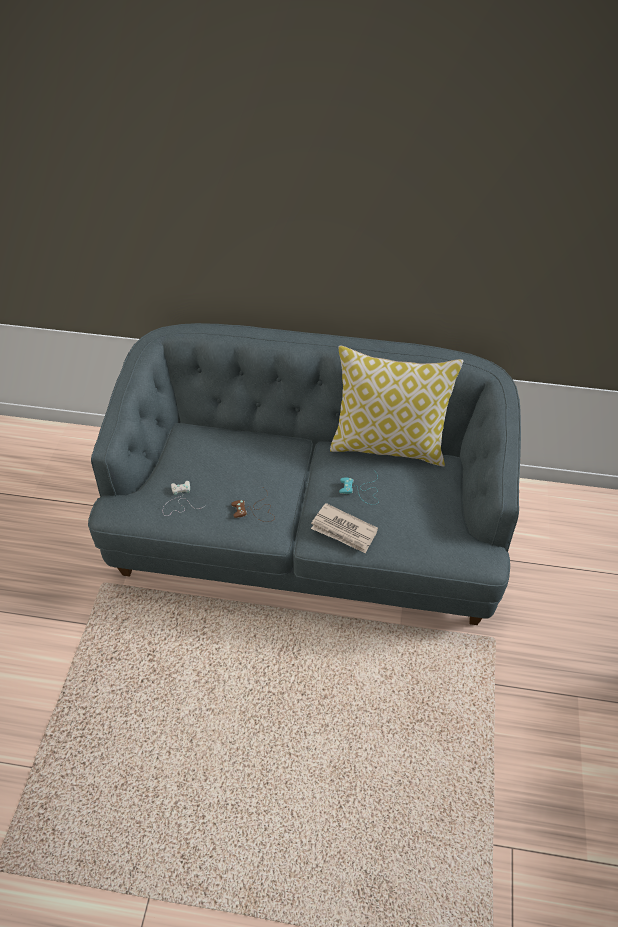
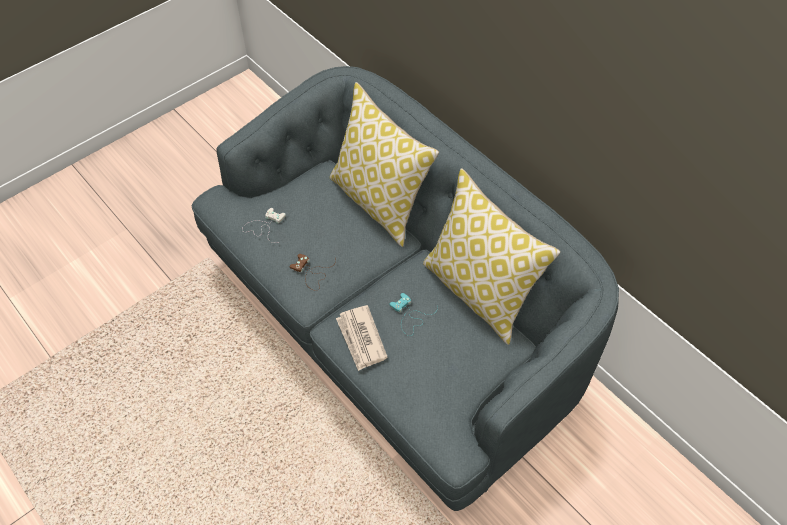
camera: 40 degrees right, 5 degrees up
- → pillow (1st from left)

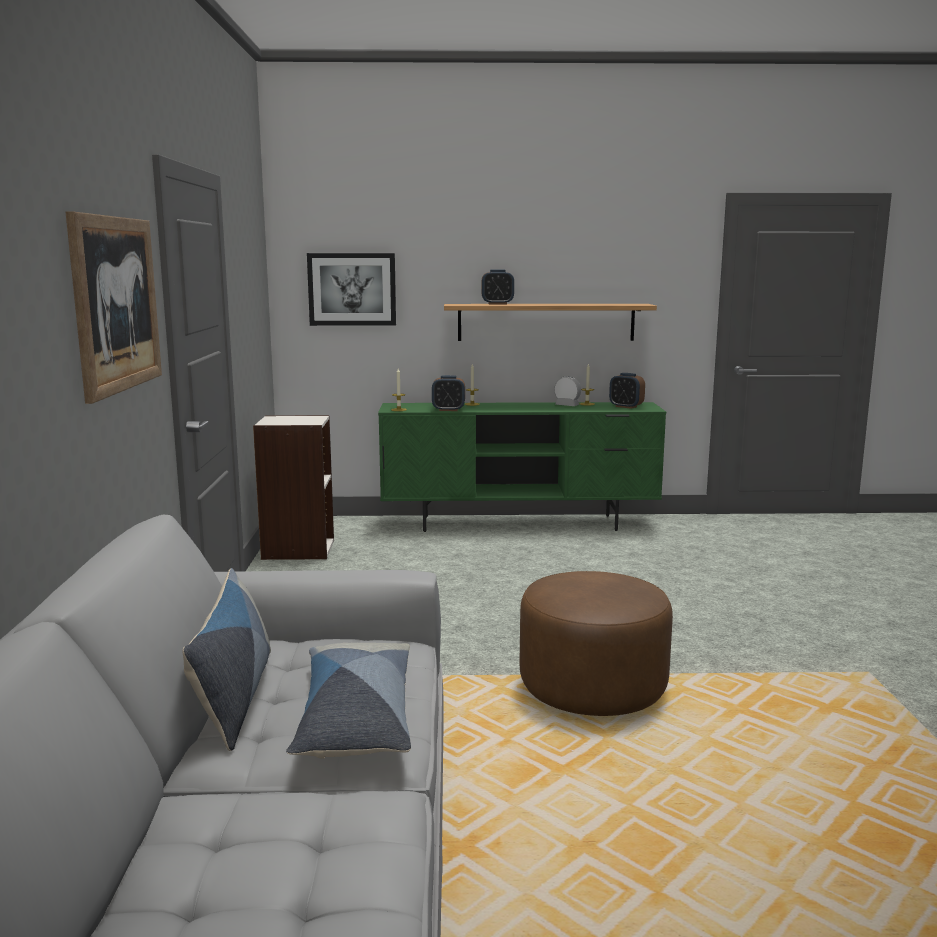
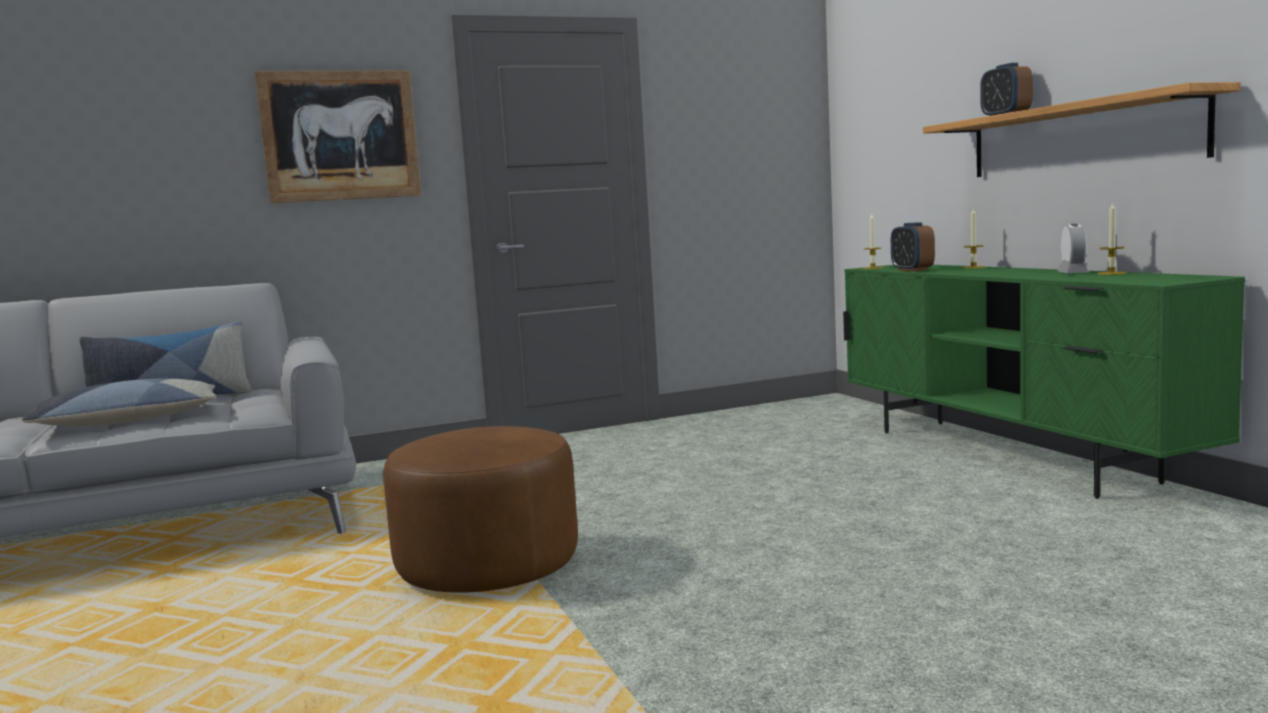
camera: 70 degrees right, 5 degrees down
bookcase → -
picture (2nd from left) → -
alarm clock (4th from left) → -

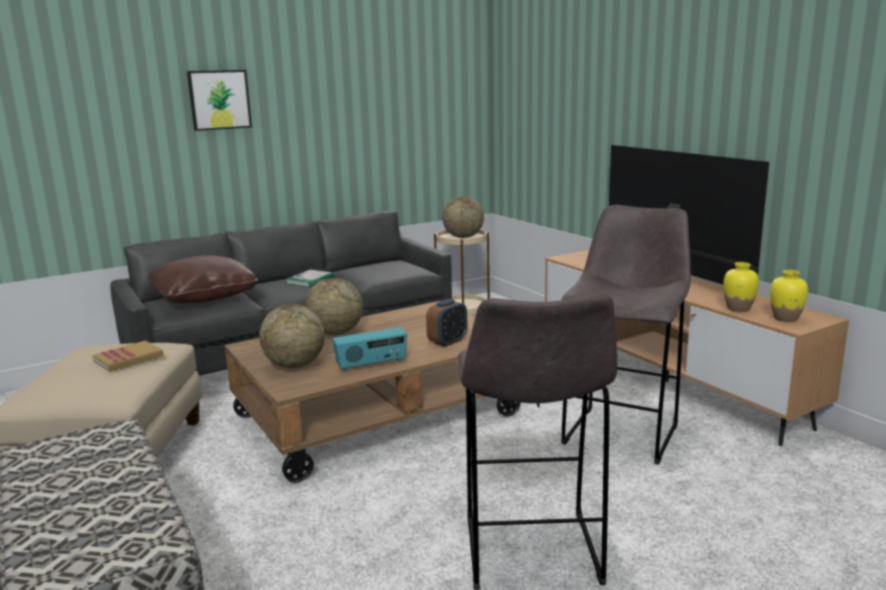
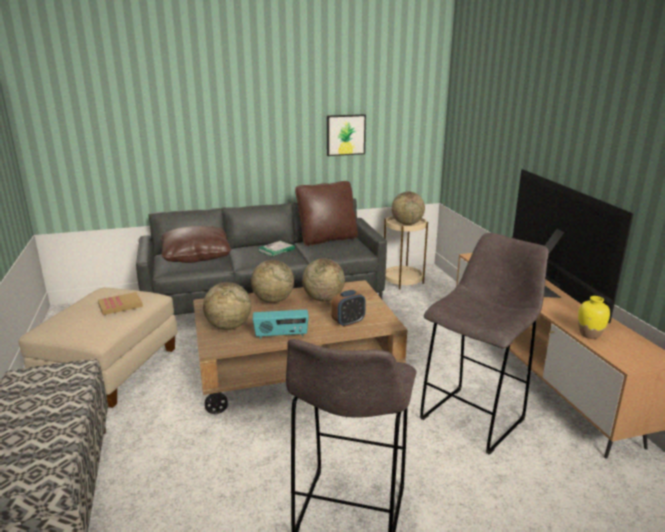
camera: 15 degrees right, 5 degrees up
- → brown pillow (2nd from left)
- → globe (3rd from left)
picture, move
yellow vase (2nd from left) → -

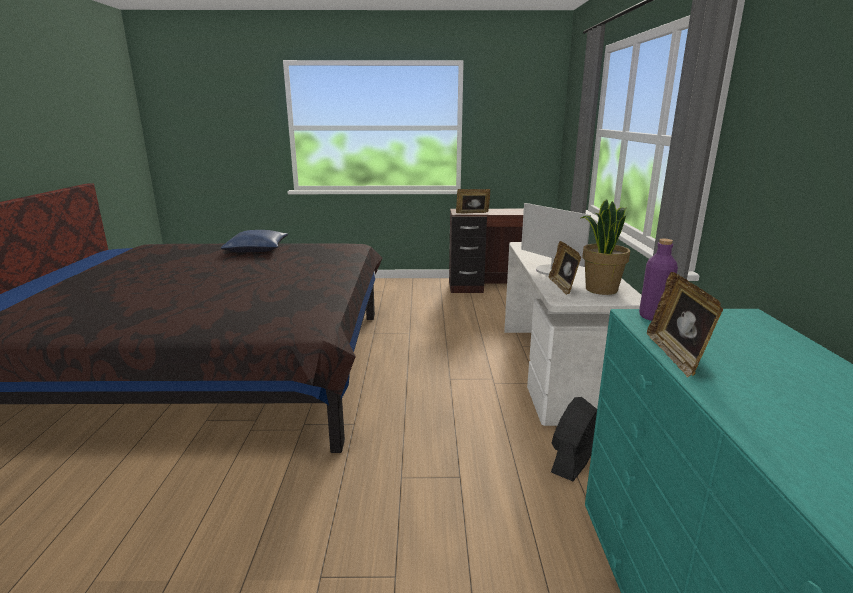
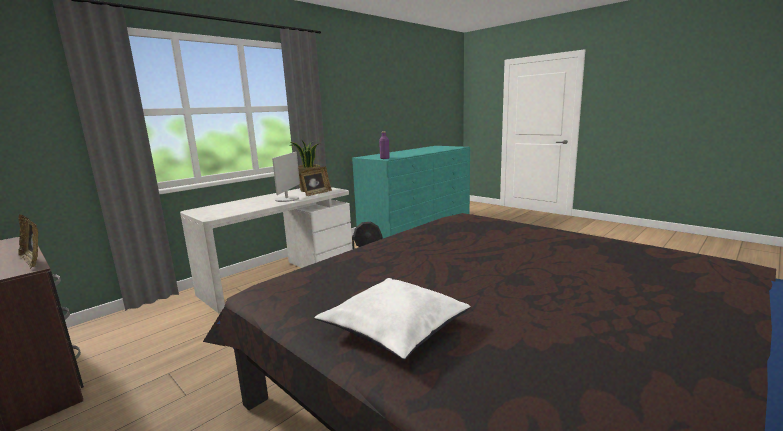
camera: 135 degrees left, 5 degrees down
blue pillow → white pillow
picture frame (3rd from left) → -

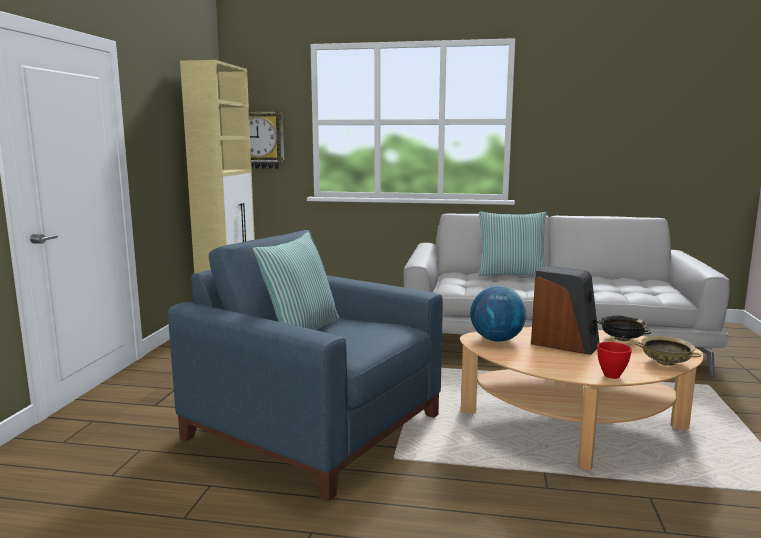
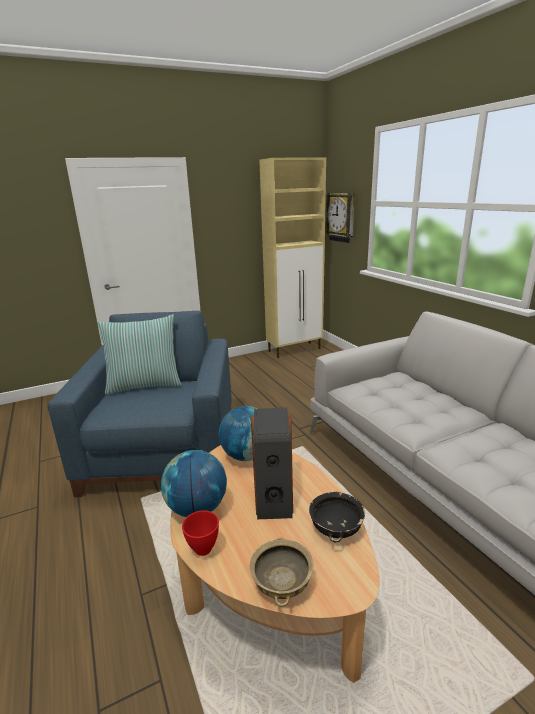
camera: 55 degrees right, 10 degrees up
- → globe (1st from left)
pillow (2nd from left) → -

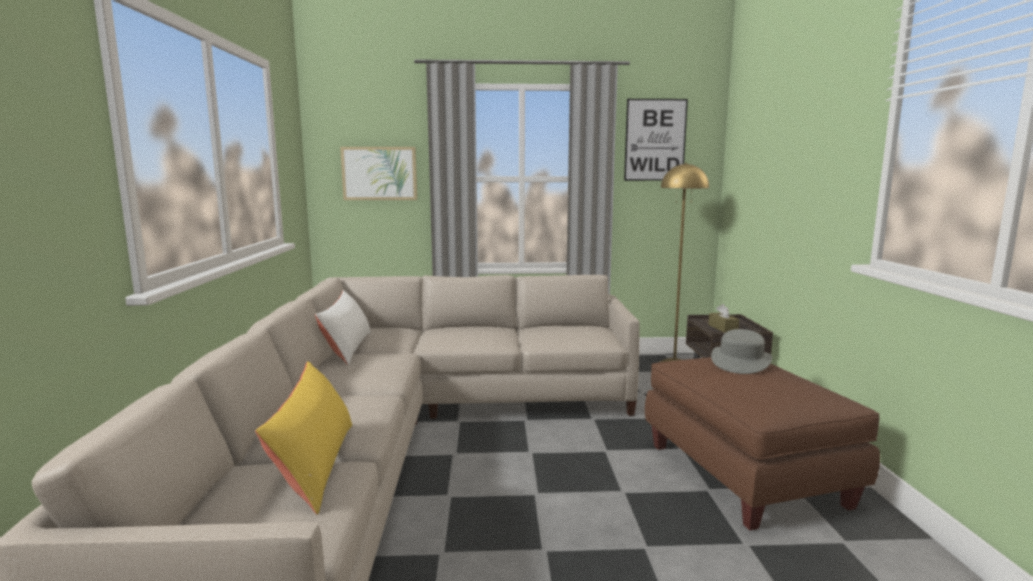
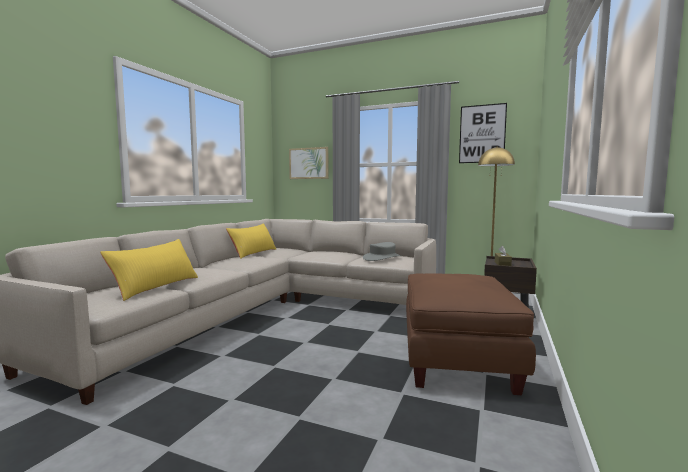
camera: 25 degrees right, 5 degrees down
white pillow → yellow pillow (2nd from left)
grey hat, move

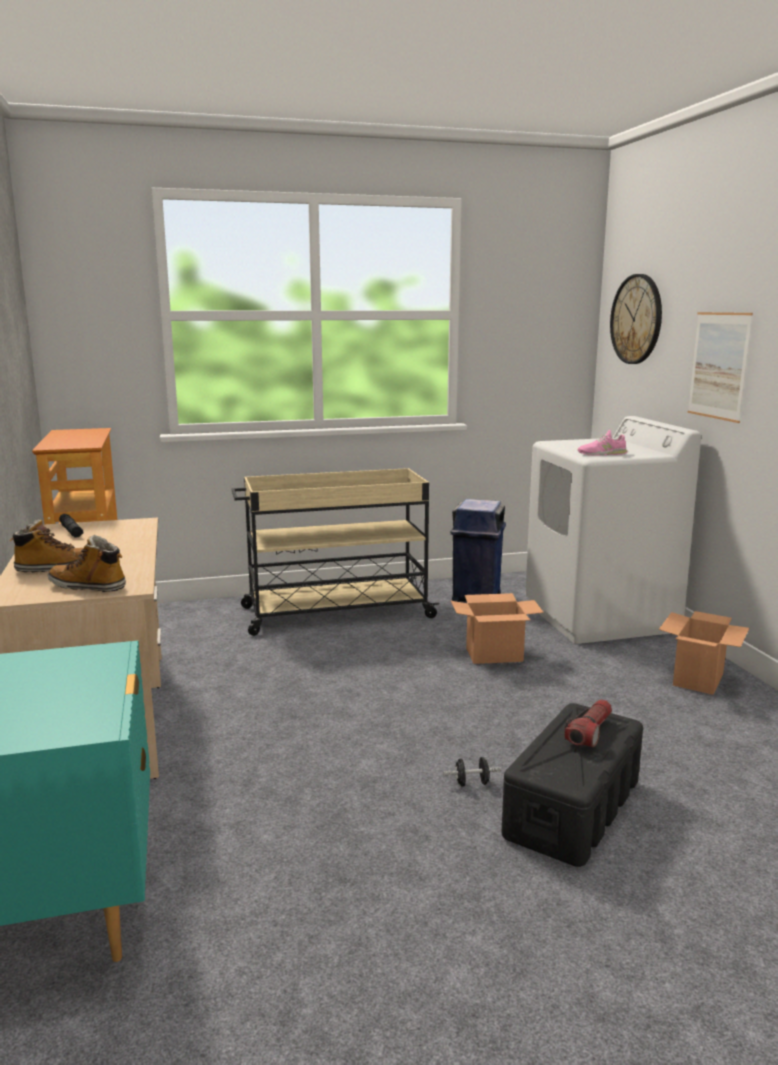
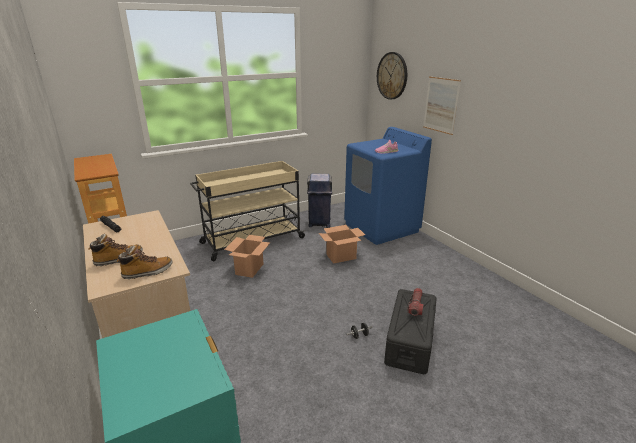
camera: 15 degrees left, 10 degrees up
boot (2nd from left), 150 degrees clockwise
cardboard box (2nd from left in the first image) → cardboard box (1st from left), move
white washing machine → blue washing machine

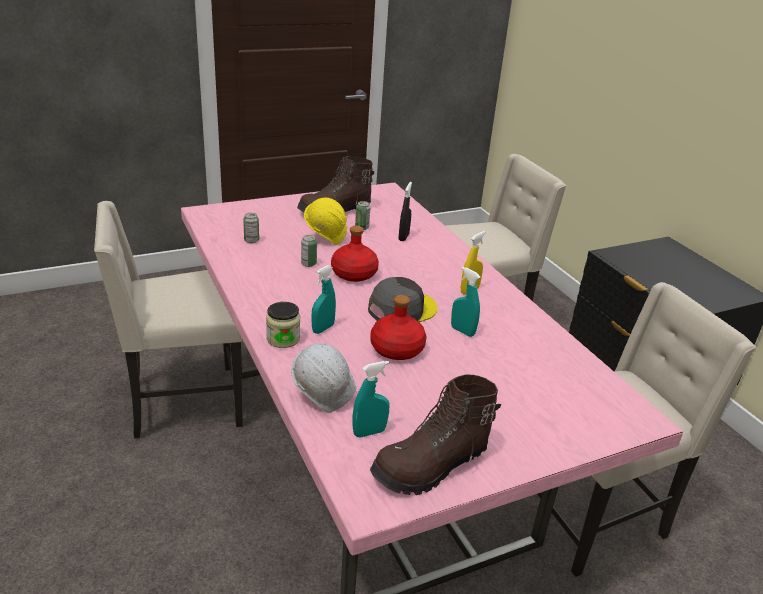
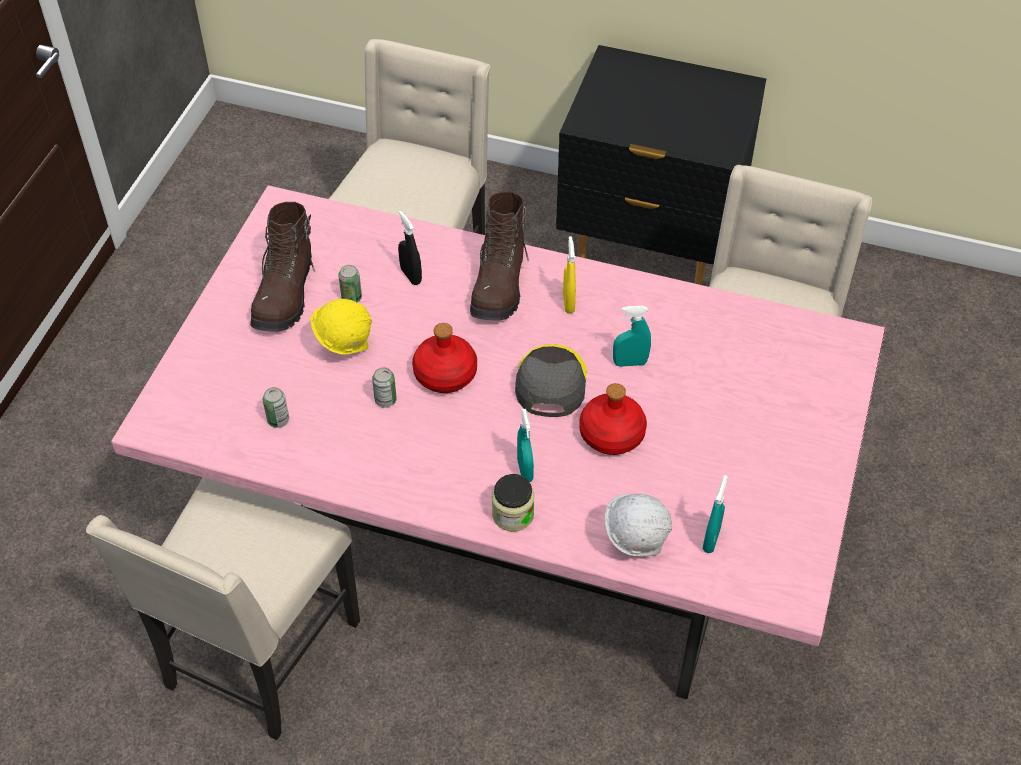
camera: 45 degrees left, 20 degrees up
brown boot (2nd from left), move

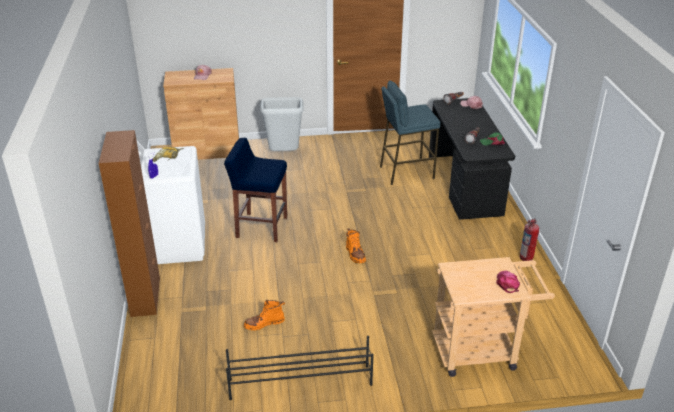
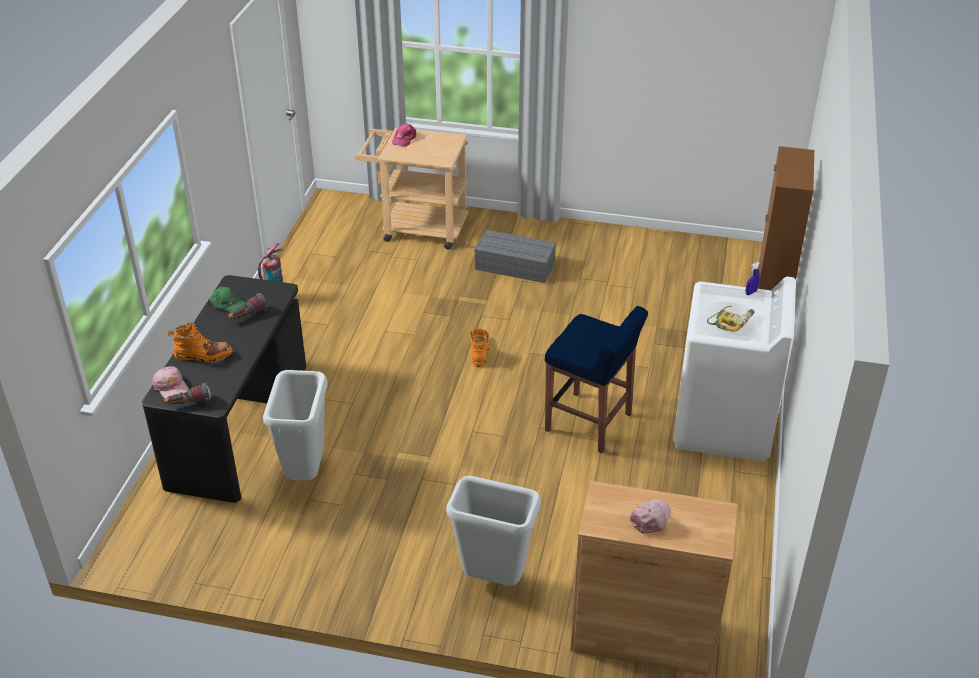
camera: 160 degrees left, 5 degrees up
orange boot (1st from left), move
blue stool (2nd from left) → grey trash can (1st from left)
- → grey storage box
black shoe rack → -

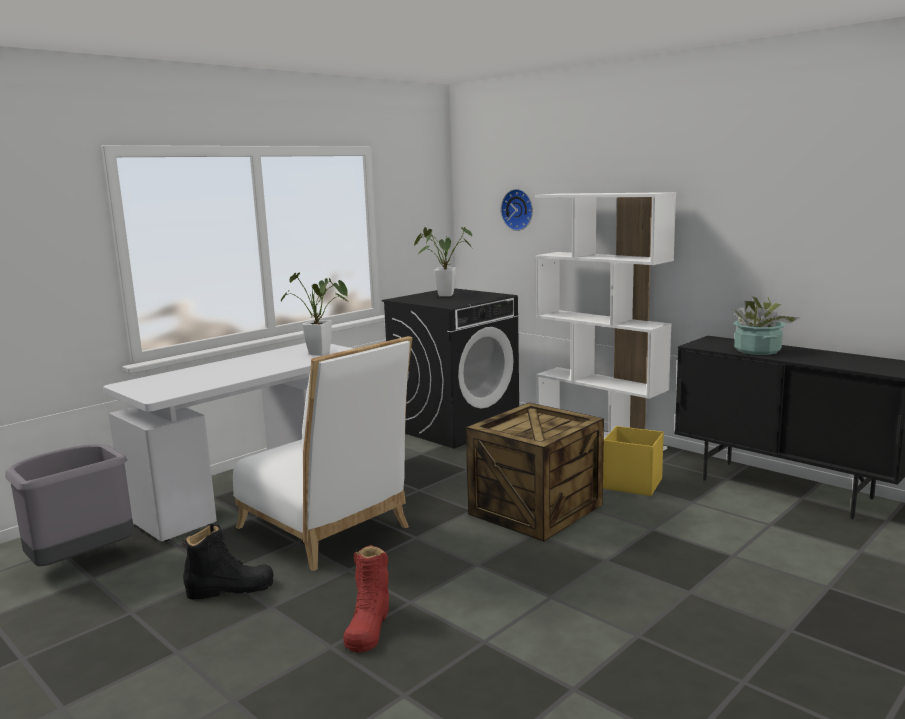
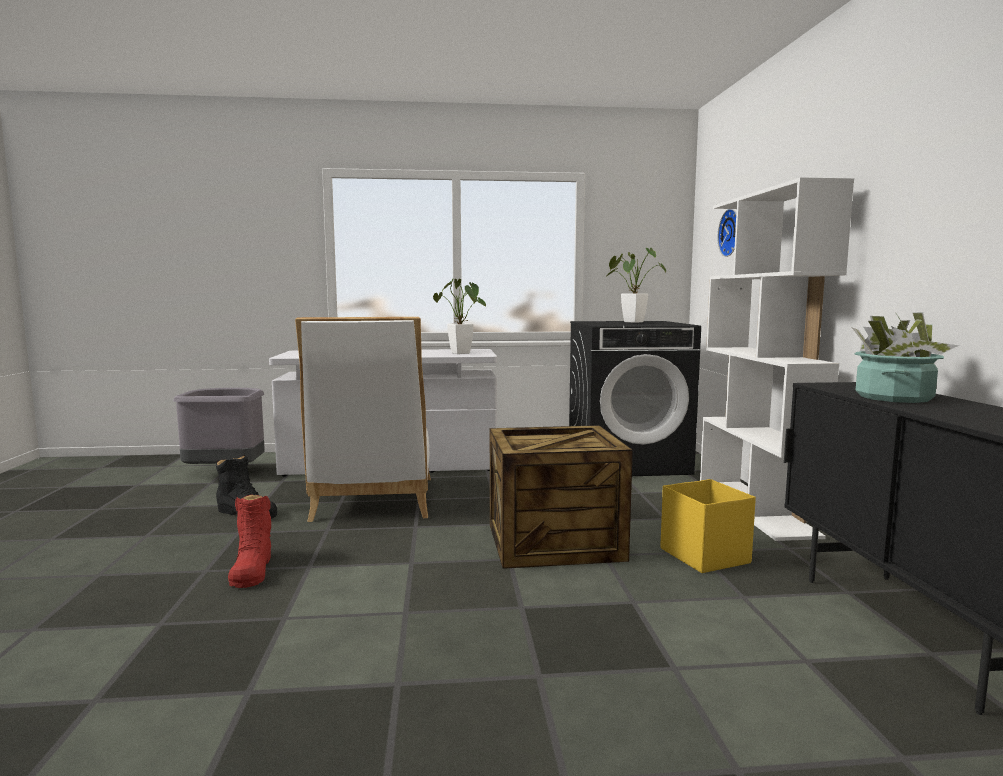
camera: 40 degrees right, 5 degrees down
red boot, 60 degrees counterclockwise

